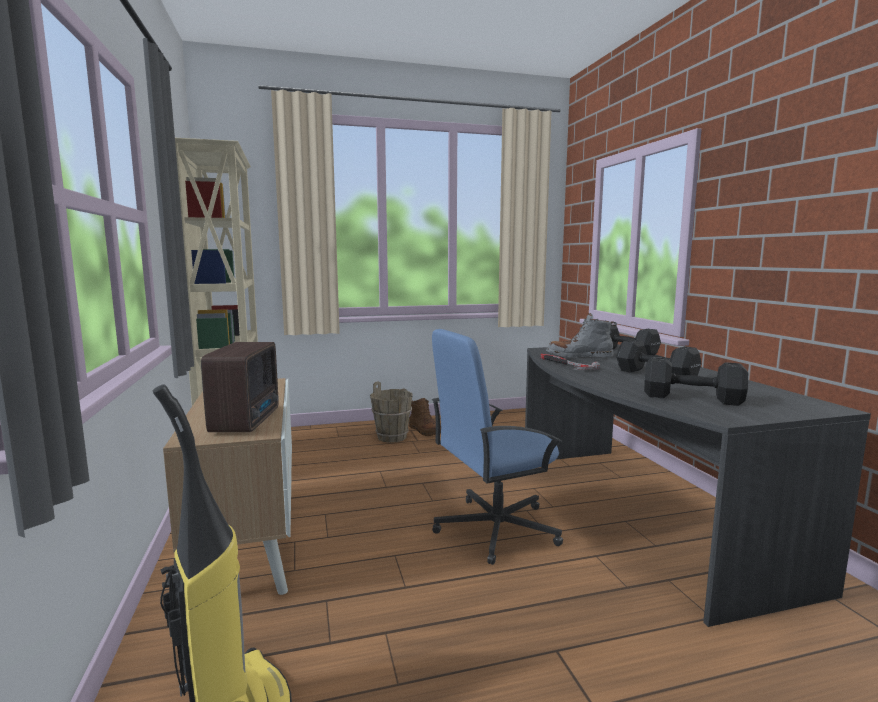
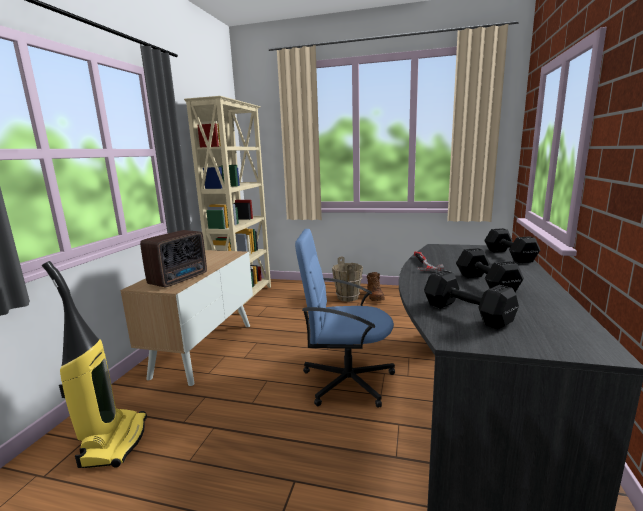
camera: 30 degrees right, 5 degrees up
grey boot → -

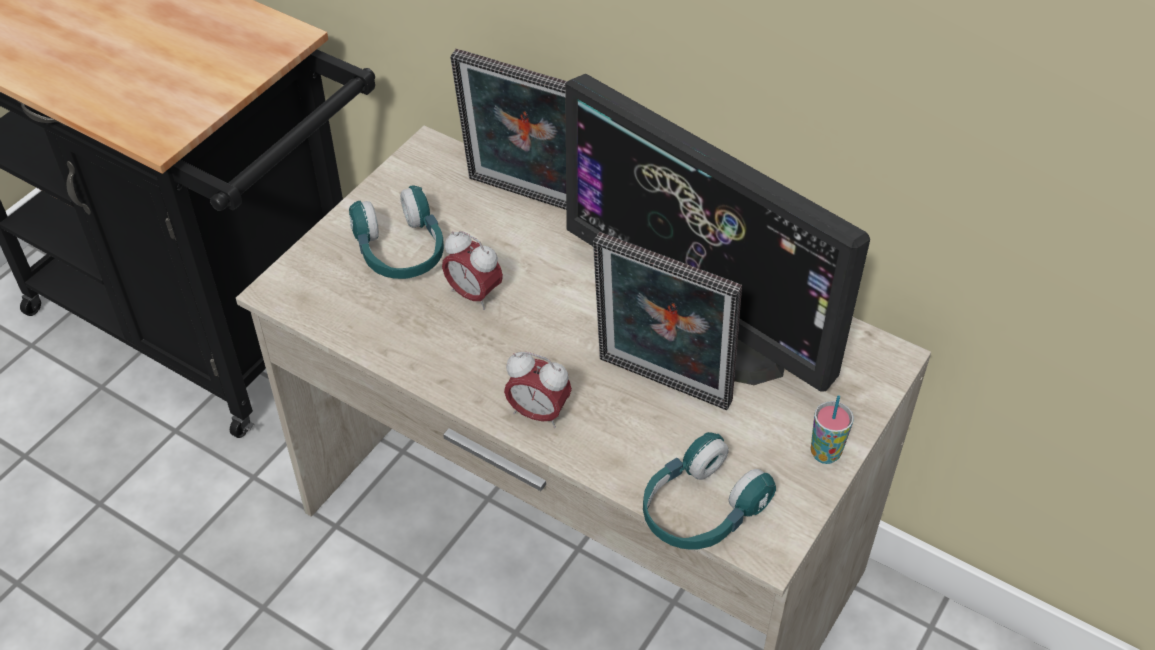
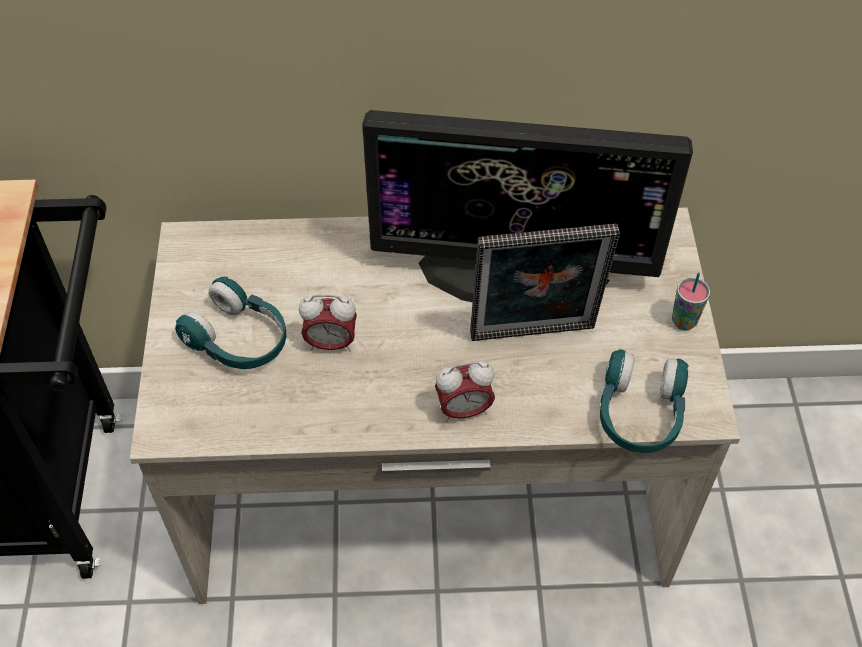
camera: 35 degrees left, 5 degrees up
picture frame (1st from left) → -

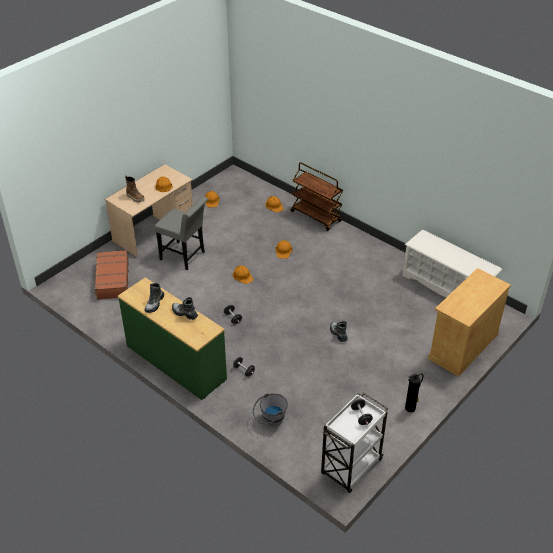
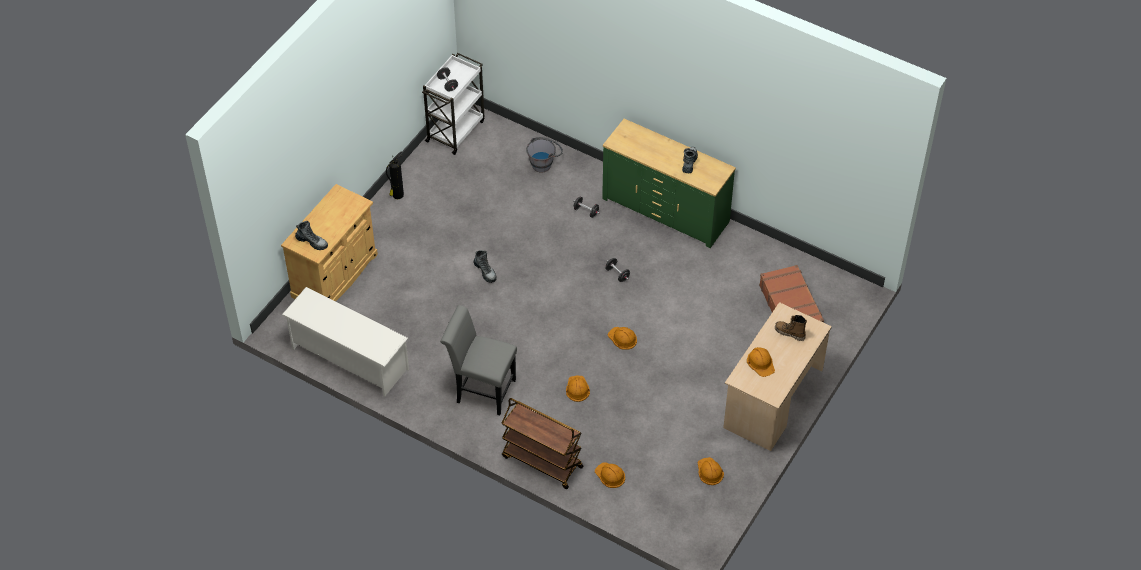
camera: 170 degrees right, 10 degrees up
boot (3rd from left in the first image) → boot (1st from left), move
grey chair, move

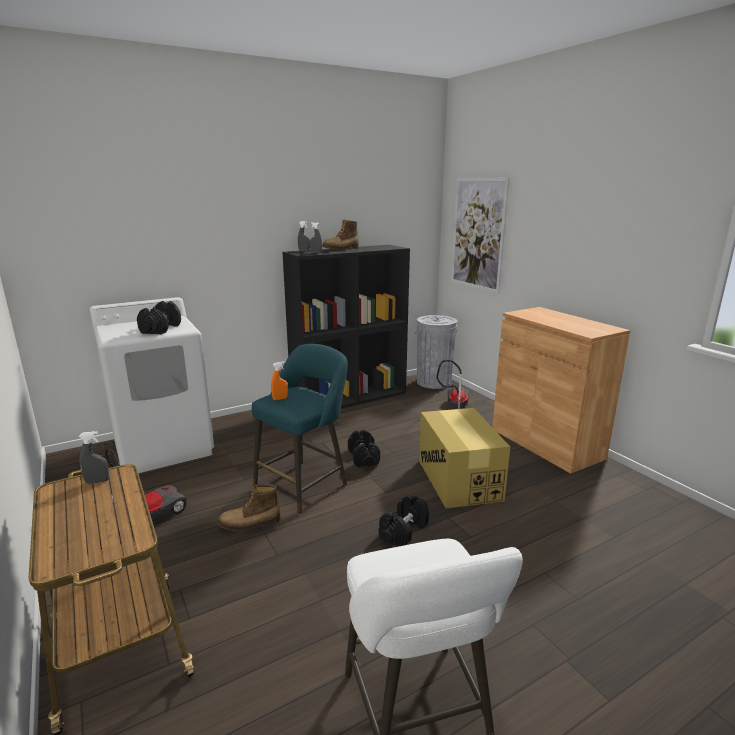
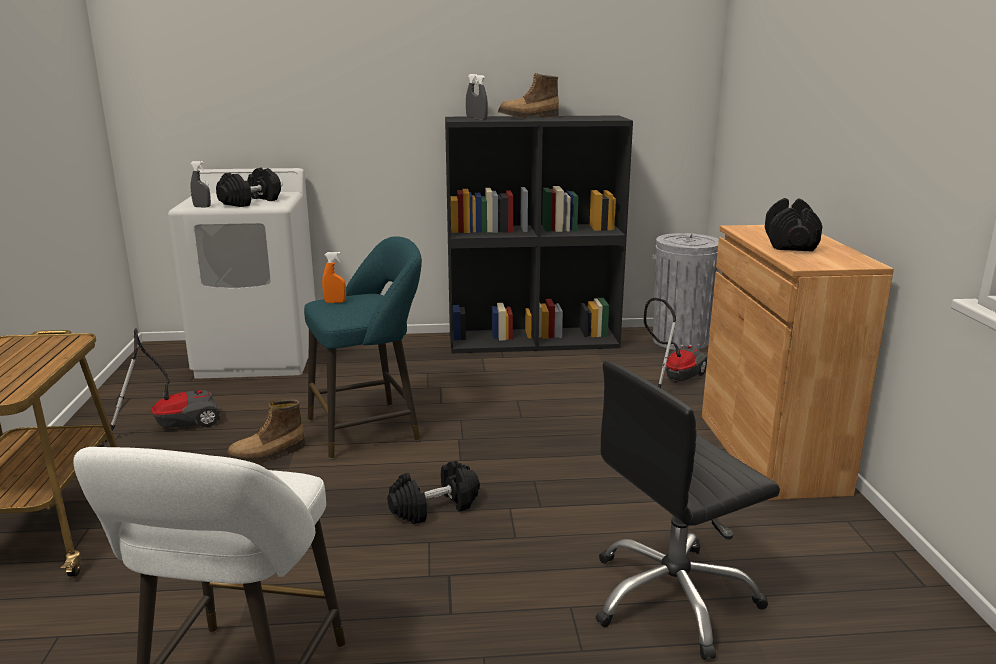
camera: 25 degrees right, 0 degrees up
grey spray bottle (1st from left), move
boot (1st from left), 45 degrees counterclockwise
- → black office chair
black dumbbell (2nd from left in the first image) → black dumbbell (3rd from left), move
cardboard box → -
picture → -

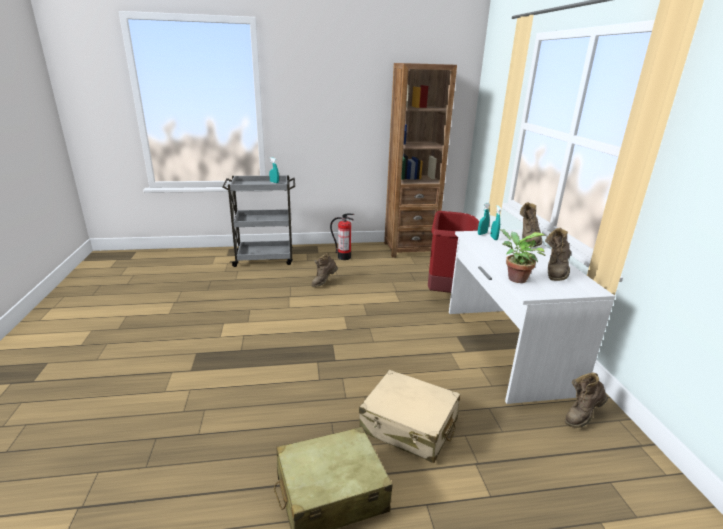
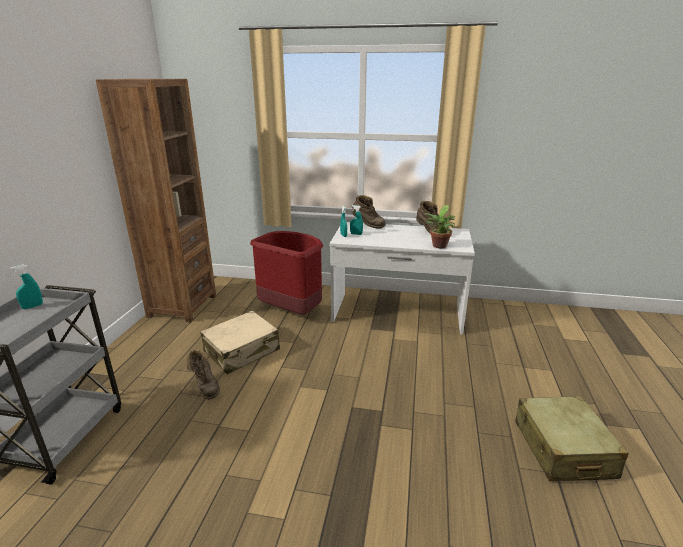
camera: 70 degrees left, 0 degrees up
beige suitcase (2nd from left in the first image) → beige suitcase (1st from left), move
fire extinguisher → -
brown boot (4th from left) → -

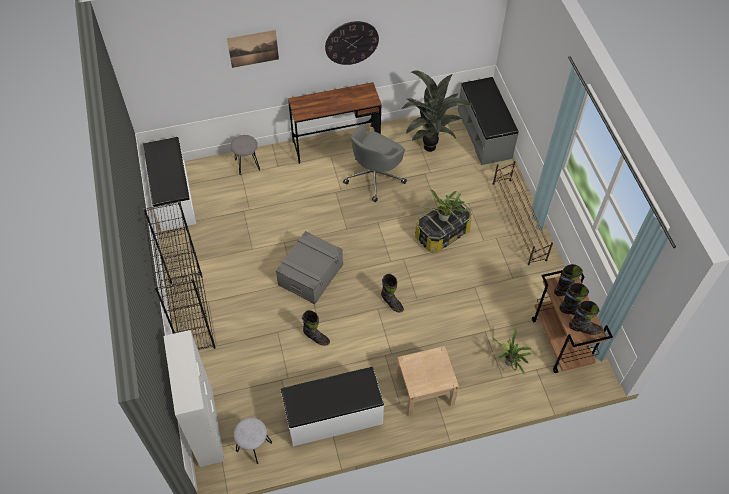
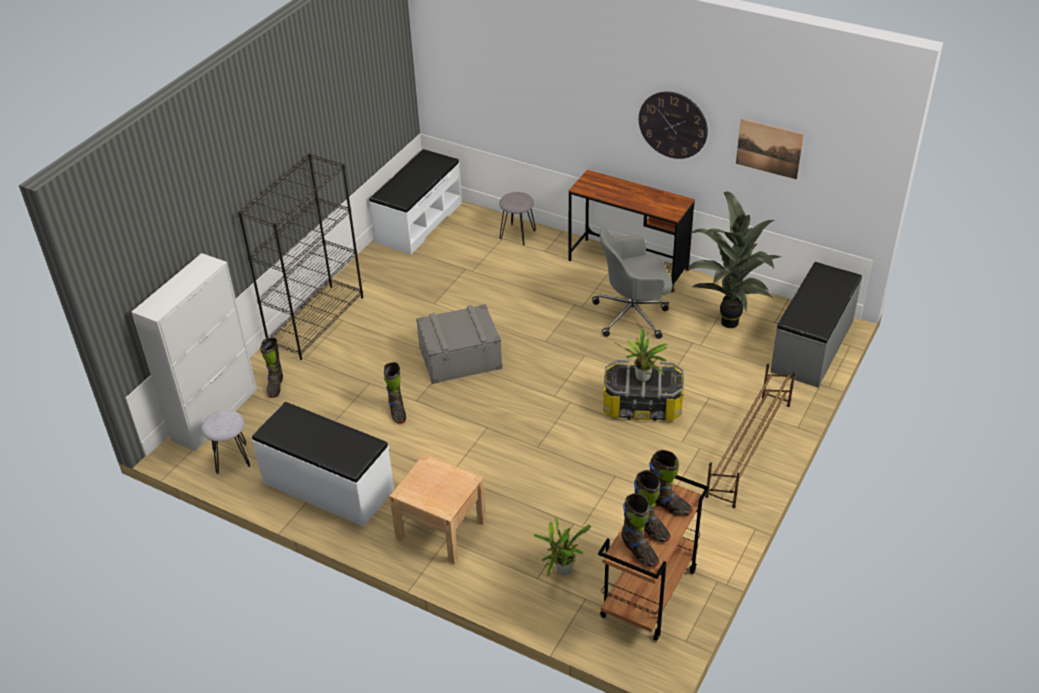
camera: 45 degrees right, 15 degrees down
black boot (2nd from left in the first image) → black boot (1st from left), move
picture, move

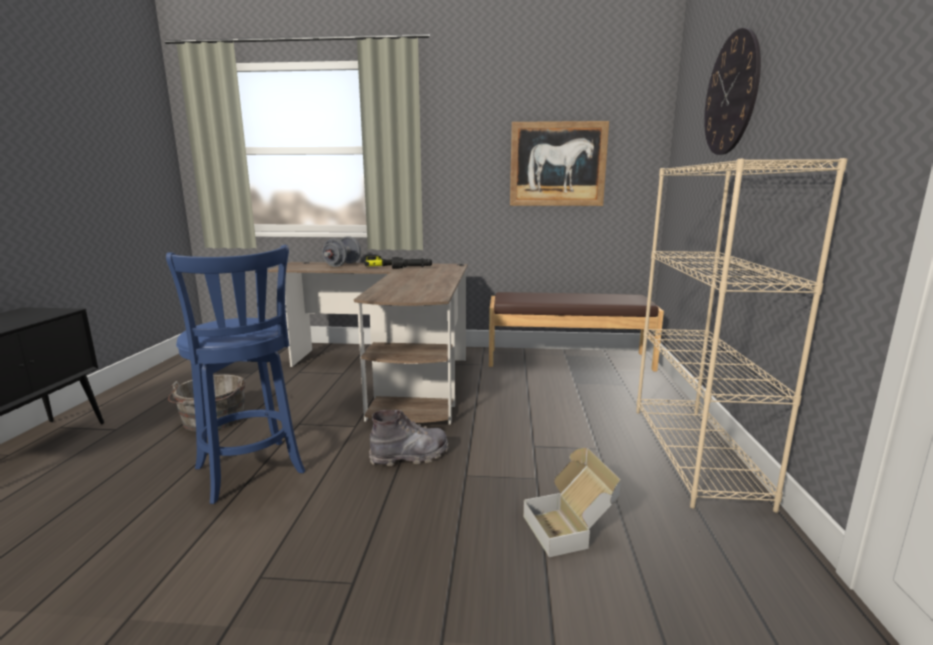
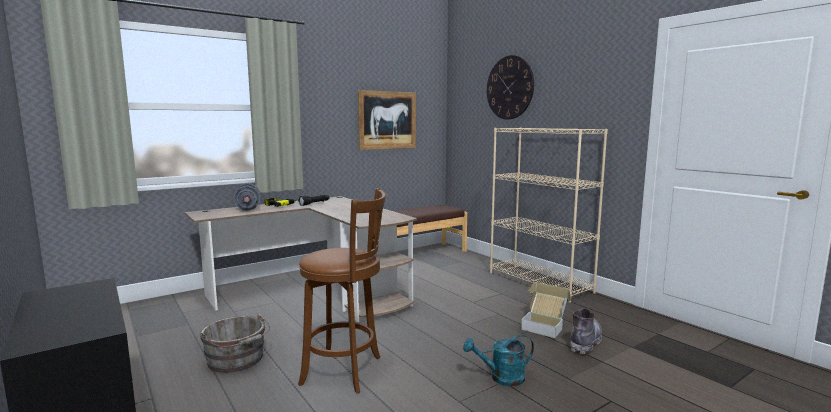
camera: 40 degrees left, 5 degrees down
blue stool → brown stool
- → turquoise watering can
grey boot, move

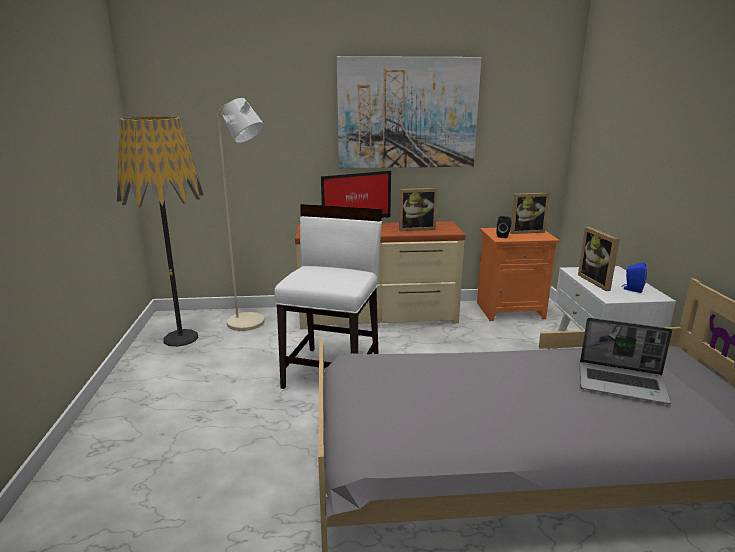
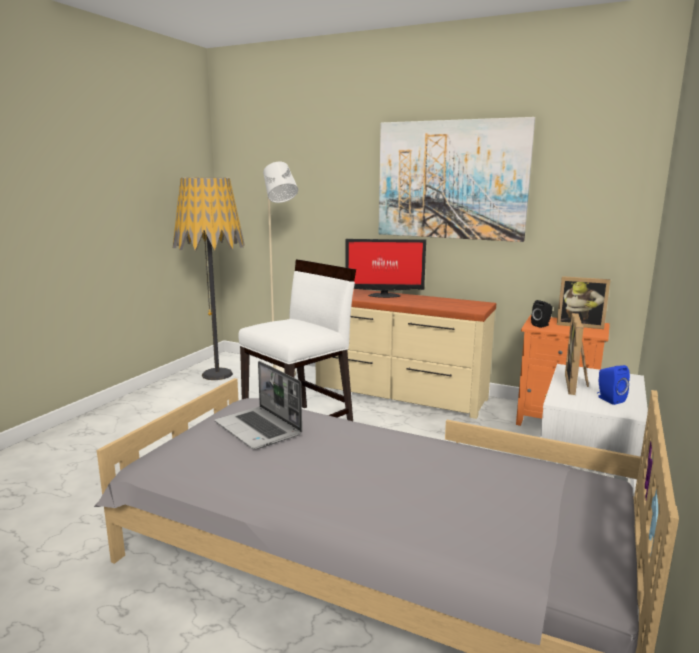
camera: 30 degrees right, 5 degrees down
laptop, move
picture frame (1st from left) → -

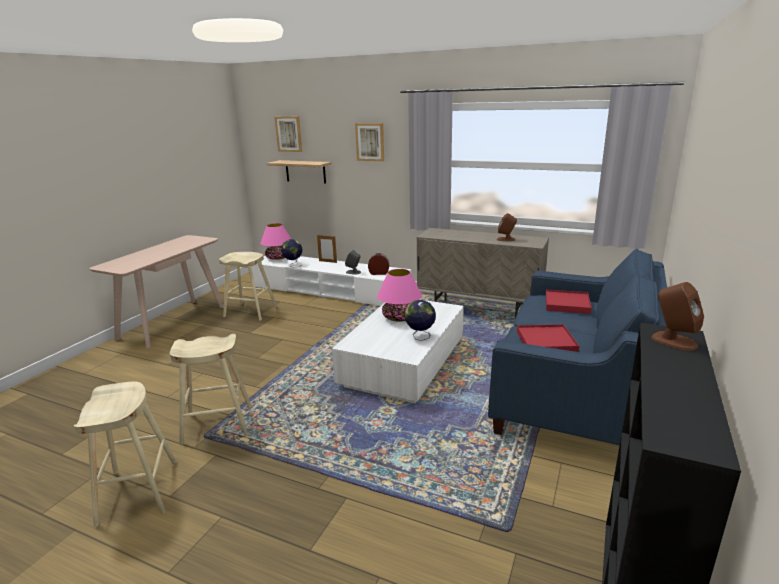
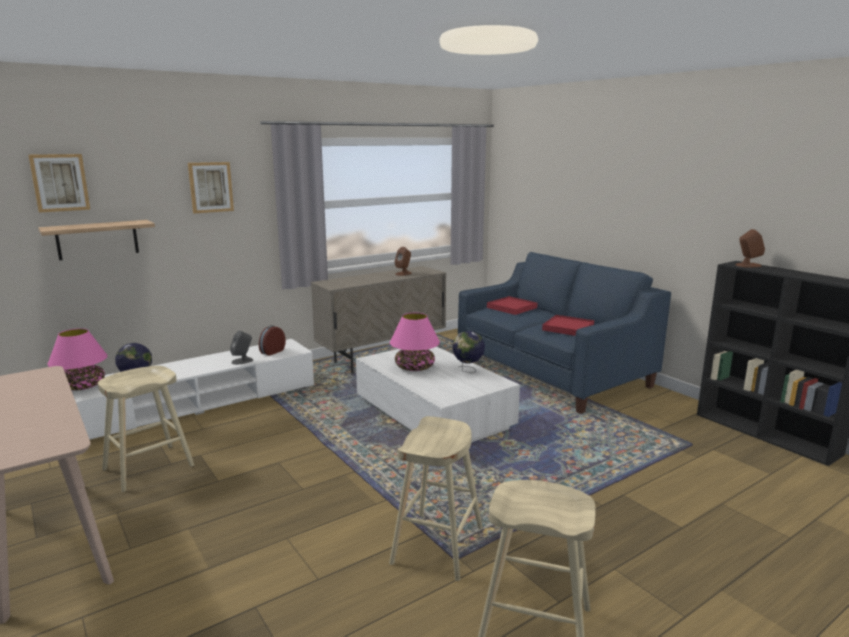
camera: 60 degrees left, 5 degrees down
picture frame → -

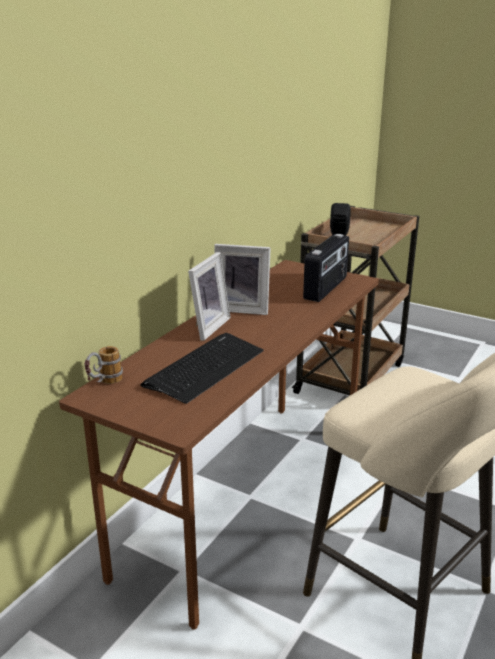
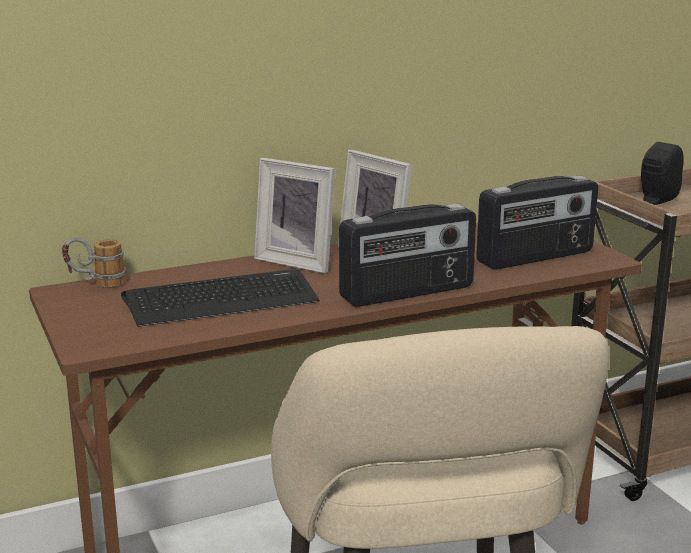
camera: 35 degrees right, 5 degrees down
picture frame (1st from left), 60 degrees clockwise
- → radio (1st from left)

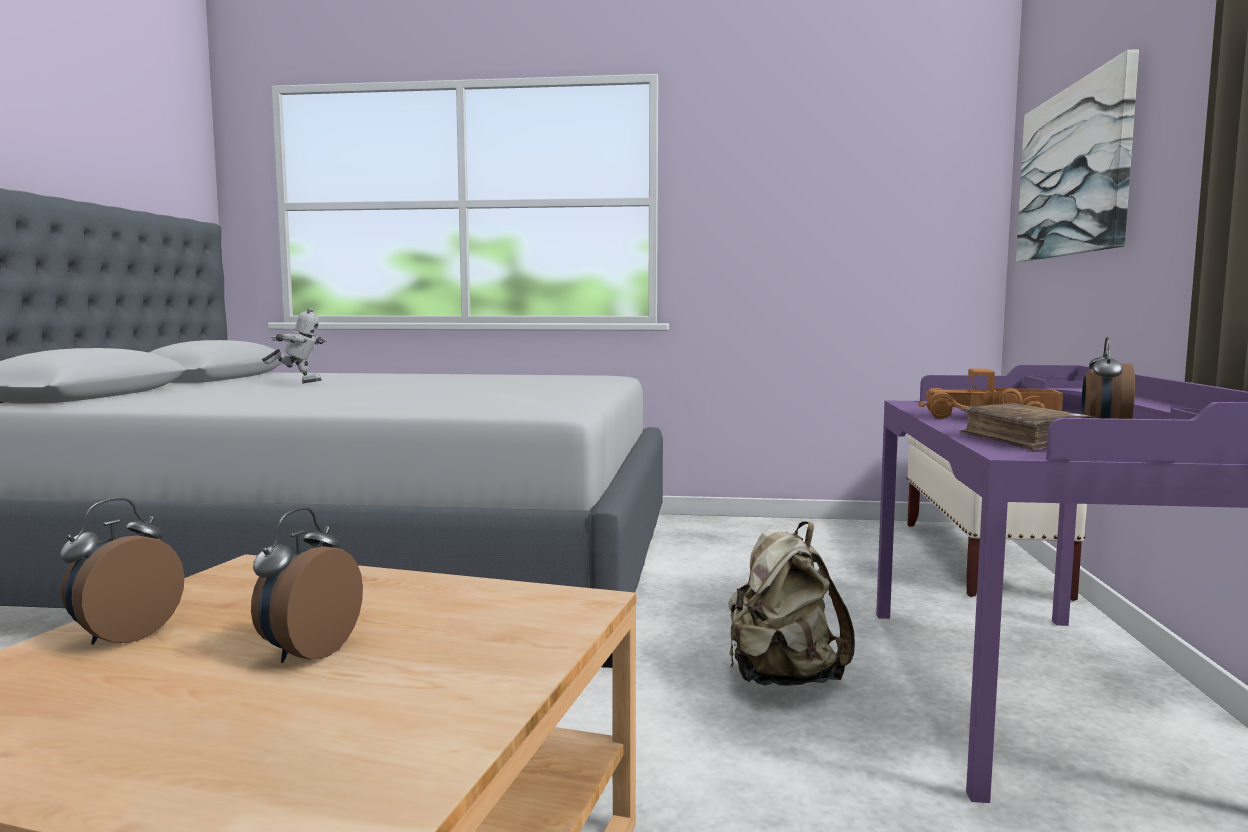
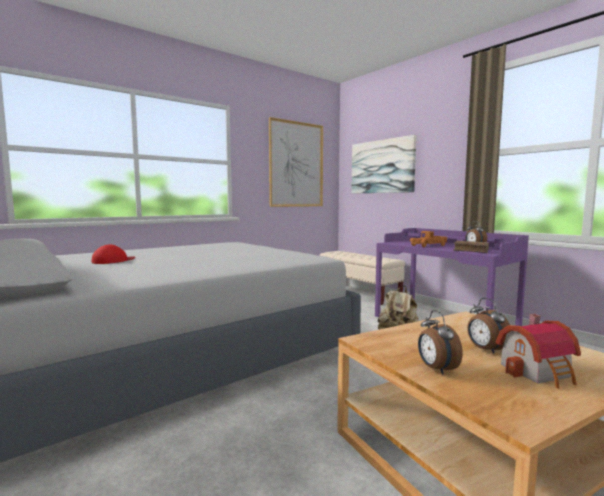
camera: 45 degrees left, 0 degrees up
toy robot → red cap
- → picture (1st from left)
- → toy house

